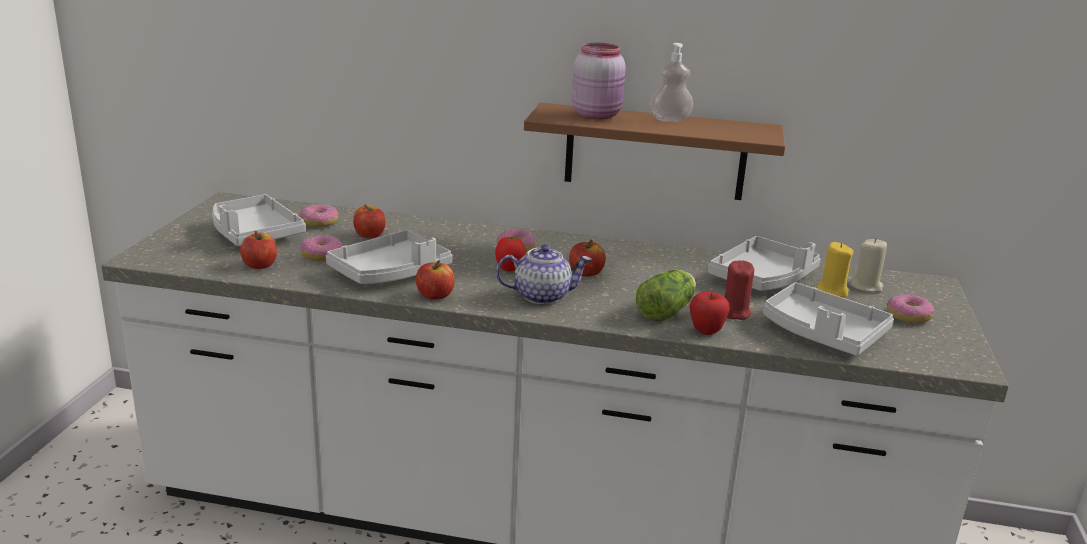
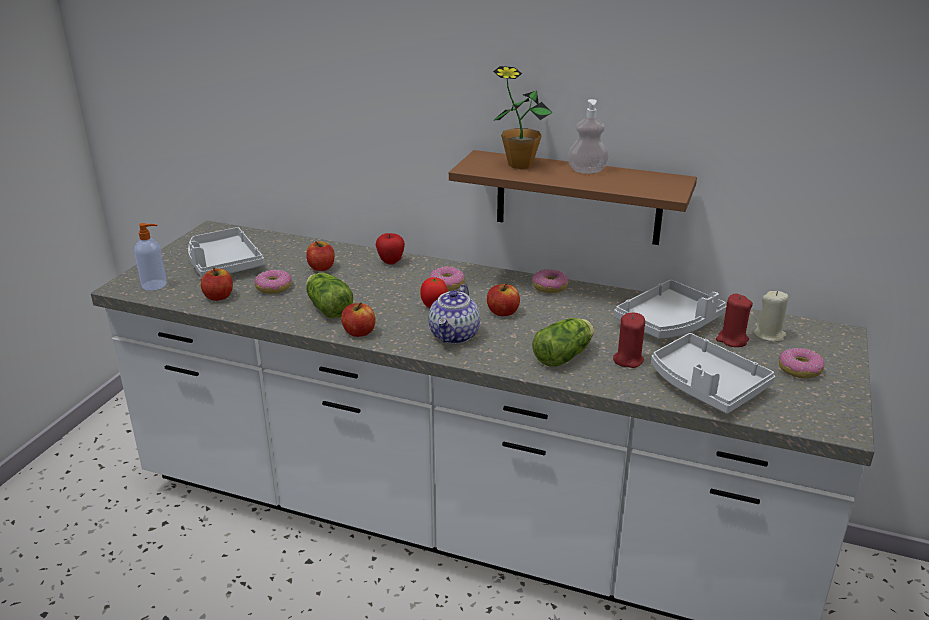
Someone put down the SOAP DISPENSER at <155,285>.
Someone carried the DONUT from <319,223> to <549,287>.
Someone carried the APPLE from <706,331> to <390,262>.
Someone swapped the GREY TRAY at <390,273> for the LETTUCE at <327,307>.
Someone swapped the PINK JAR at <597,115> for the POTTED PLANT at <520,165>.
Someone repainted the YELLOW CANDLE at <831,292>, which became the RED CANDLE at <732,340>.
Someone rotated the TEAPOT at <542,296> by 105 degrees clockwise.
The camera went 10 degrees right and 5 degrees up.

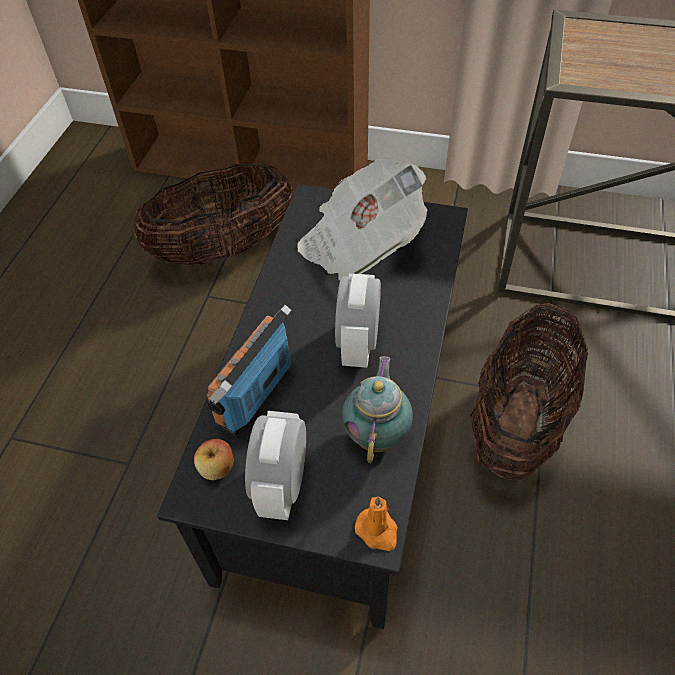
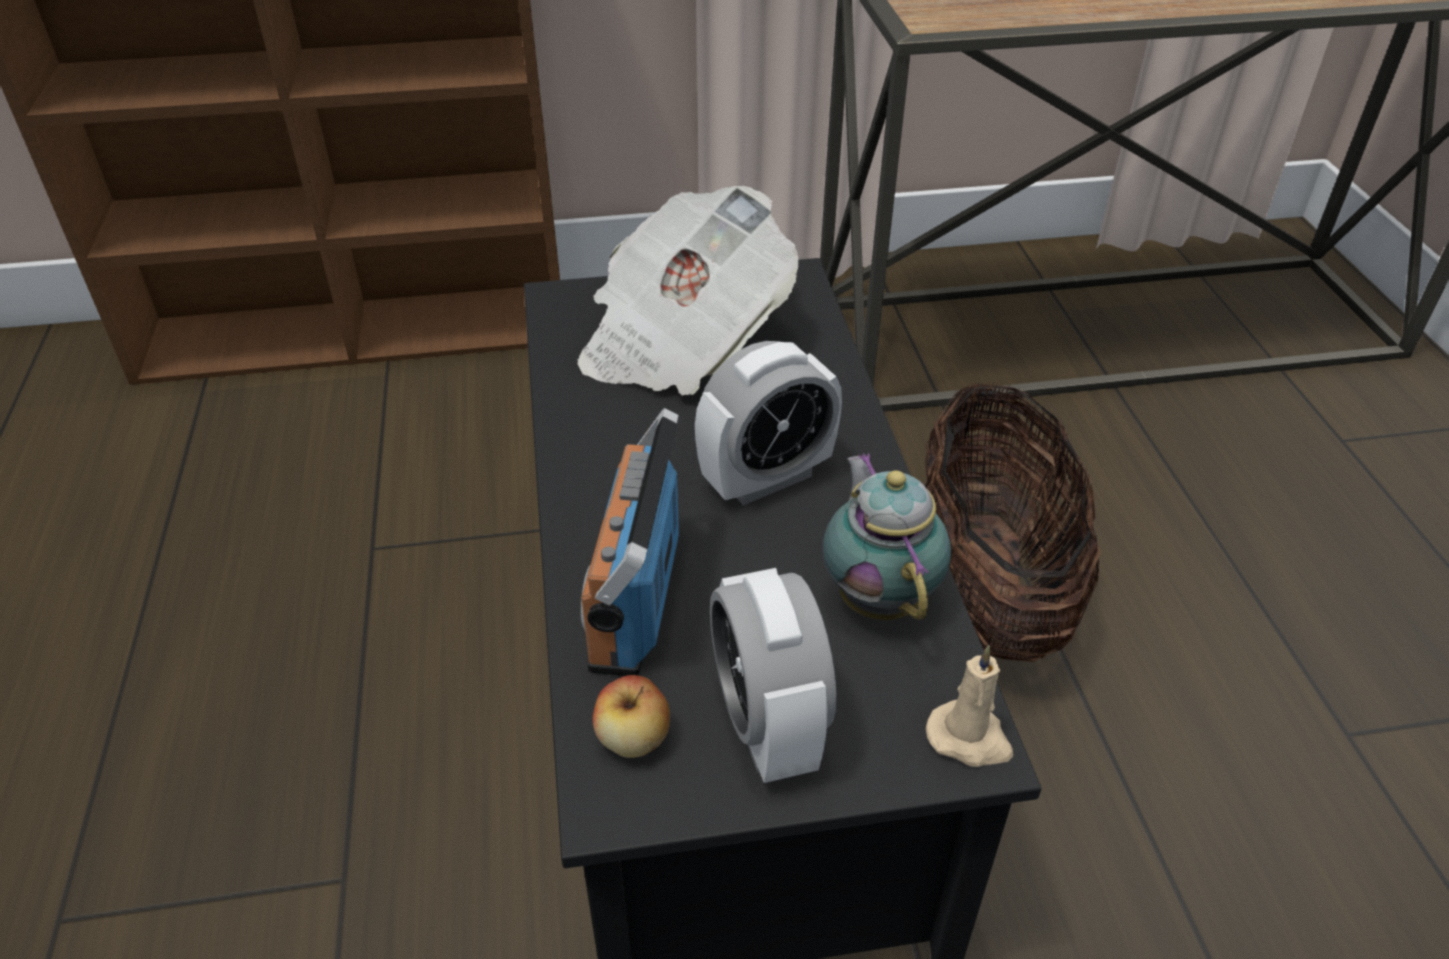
Someone took away the BASKET at <223,249>.
Someone repainted the ORANGE CANDLE at <378,531>, which became the BEIGE CANDLE at <970,738>.
Someone rotated the ALARM CLOCK at <358,344> by 105 degrees counterclockwise.
The camera went 25 degrees left and 10 degrees down.

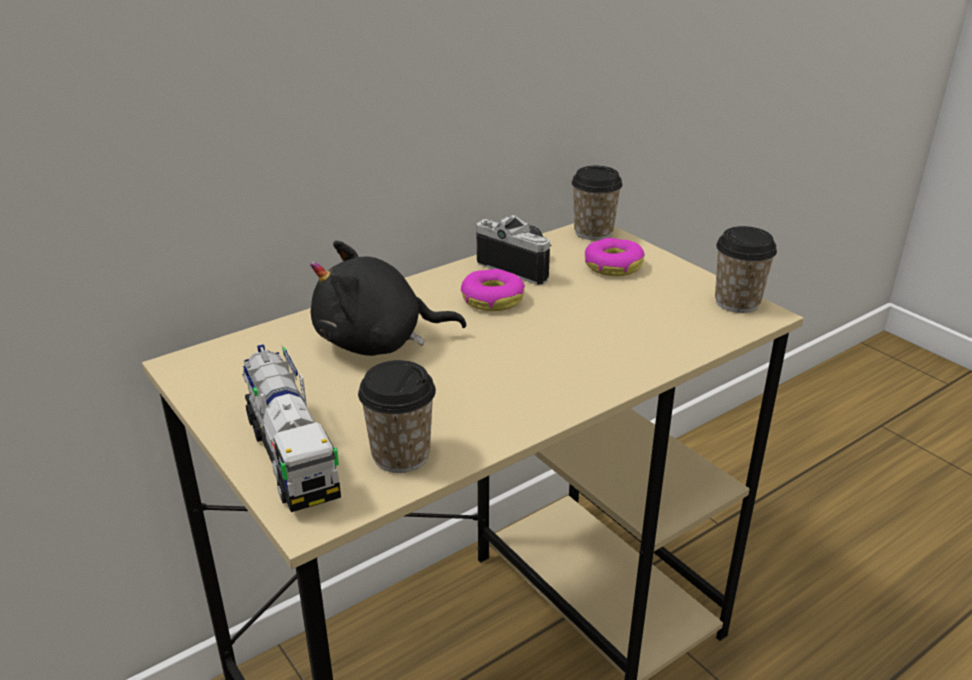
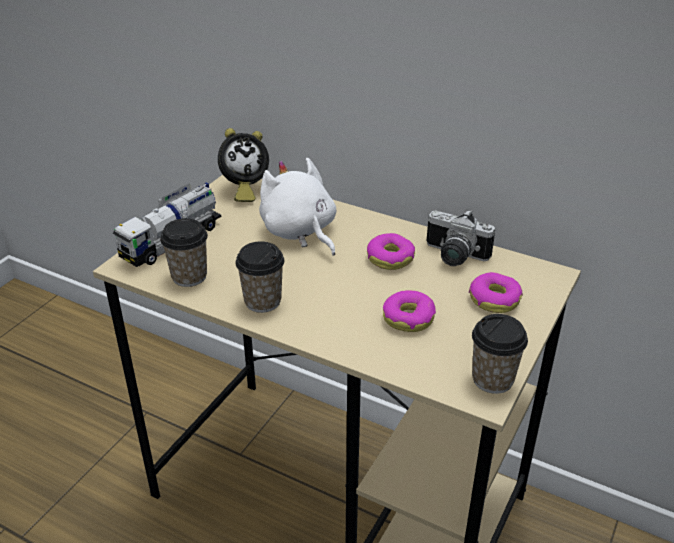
Someone put down the ALARM CLOCK at <244,190>.
Someone put down the DONUT at <408,318>.
Someone carried the CUP from <593,232> to <262,301>.
Someone repainted the BLACK PLUSH TOY at <378,342>, which became the WHITE PLUSH TOY at <300,232>.
Someone rotated the PHOTO CAMERA at <521,265> by 105 degrees clockwise.
The camera went 65 degrees right and 5 degrees up.

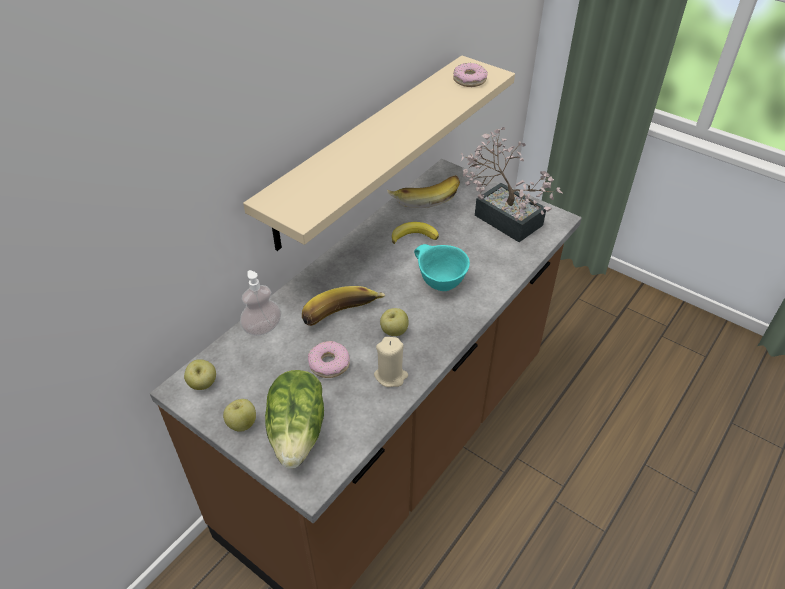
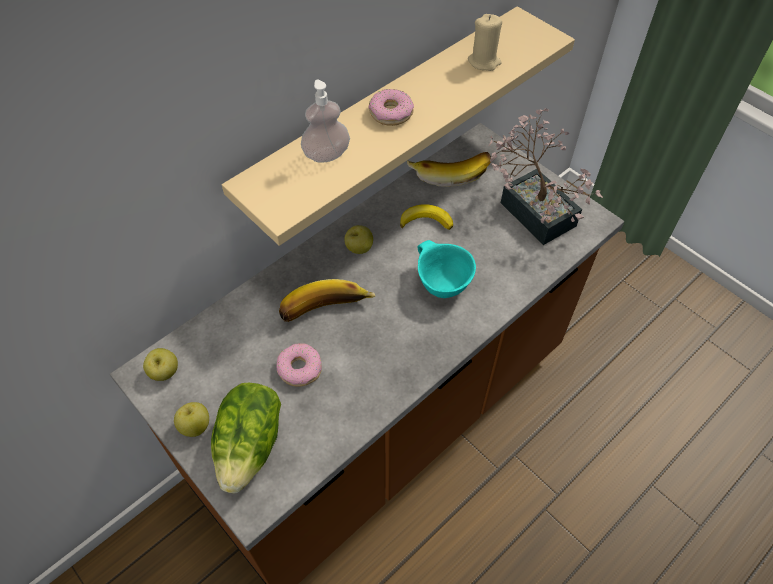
Someone carried the SOAP DISPENSER from <262,328> to <326,154>.
Someone carried the BEIGE CANDLE from <391,376> to <484,62>.
Someone carried the APPLE from <394,331> to <359,248>.
Someone carried the DONUT from <469,80> to <391,113>.
The camera went 10 degrees right and 10 degrees up.

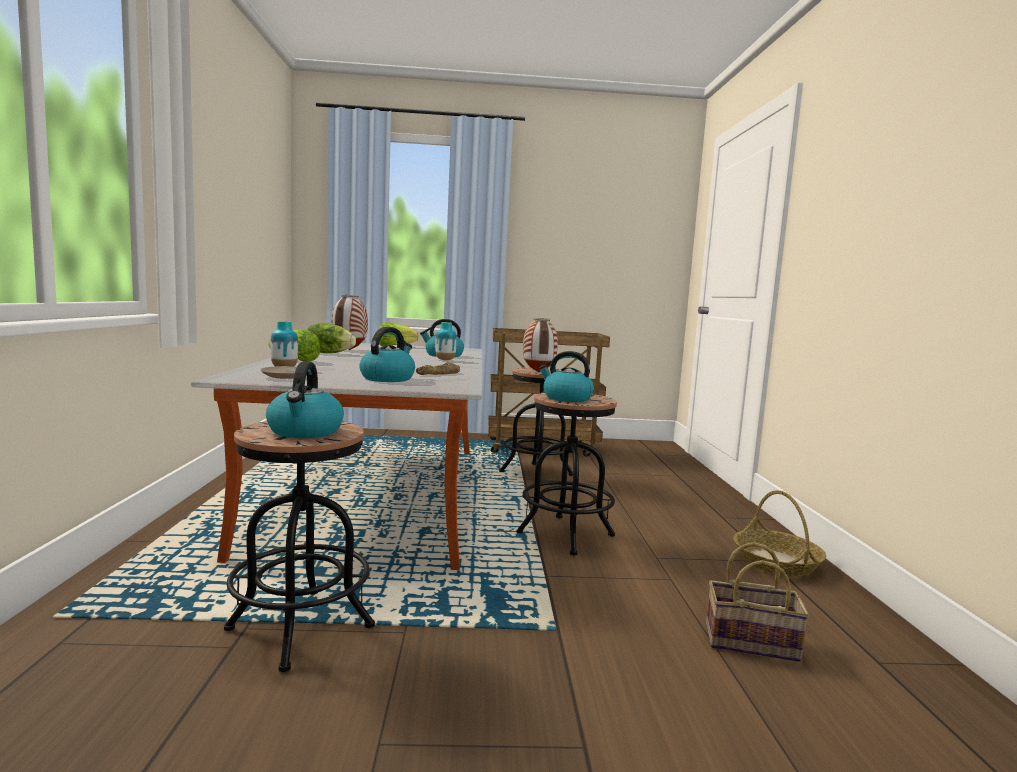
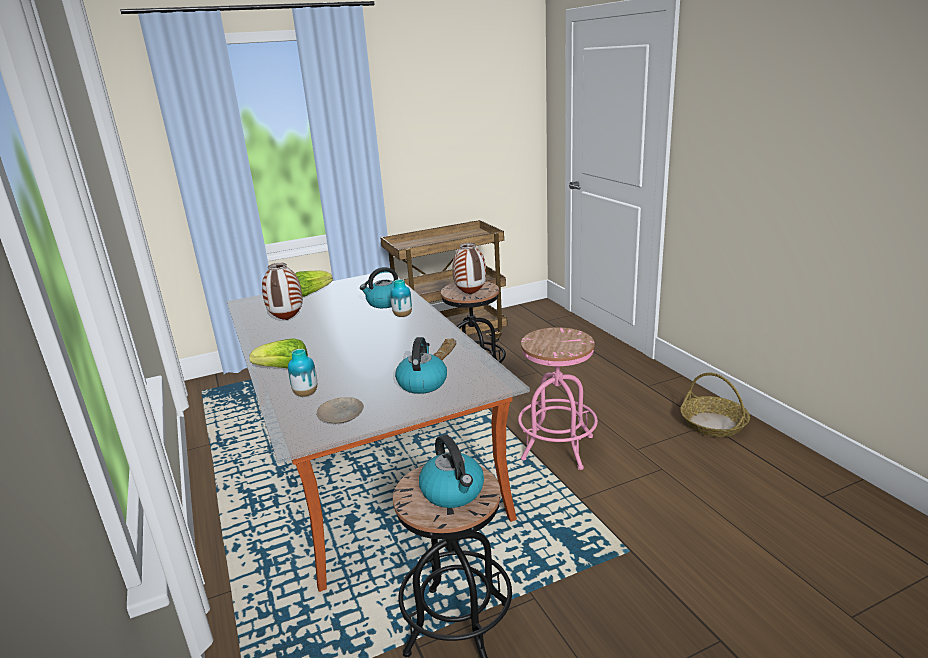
Someone took away the LETTUCE at <328,353>.
Someone took away the KETTLE at <566,398>.
Someone took away the BASKET at <753,642>.
Someone repainted the BLACK STOOL at <565,534>, which became the PINK STOOL at <557,448>.
The camera went 20 degrees left and 15 degrees up.

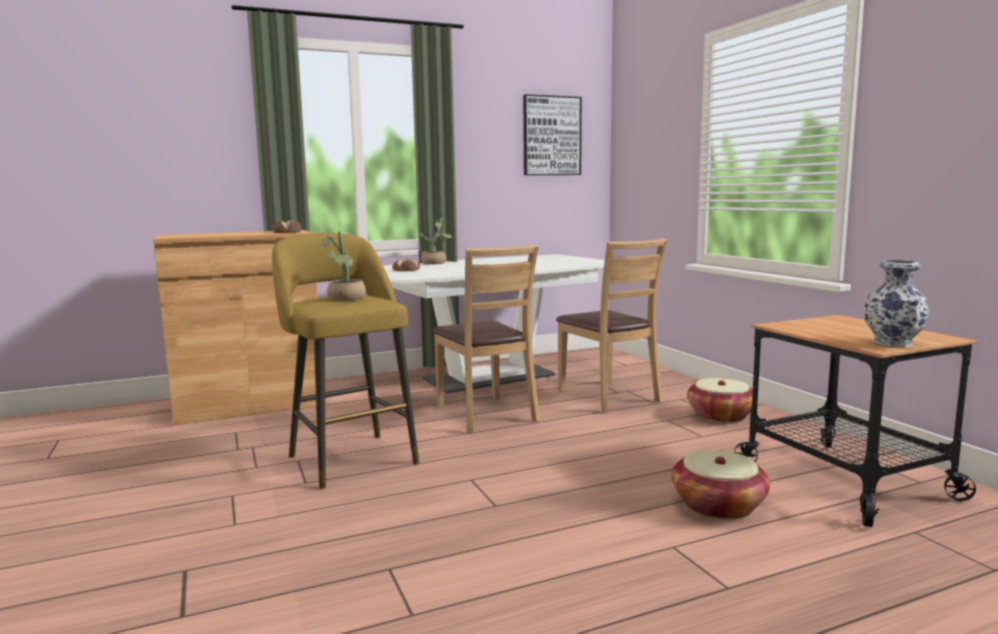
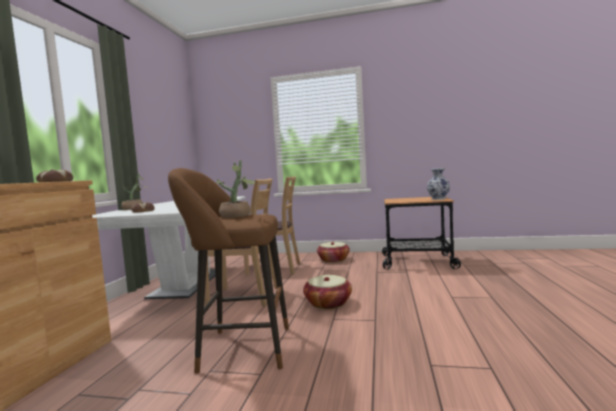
Someone took away the PICTURE at <551,136>.
Someone carried the BASKET from <718,506> to <328,303>.
Someone repainted the YELLOW STOOL at <349,457>, which became the BROWN STOOL at <240,348>.
The camera went 55 degrees left and 5 degrees down.

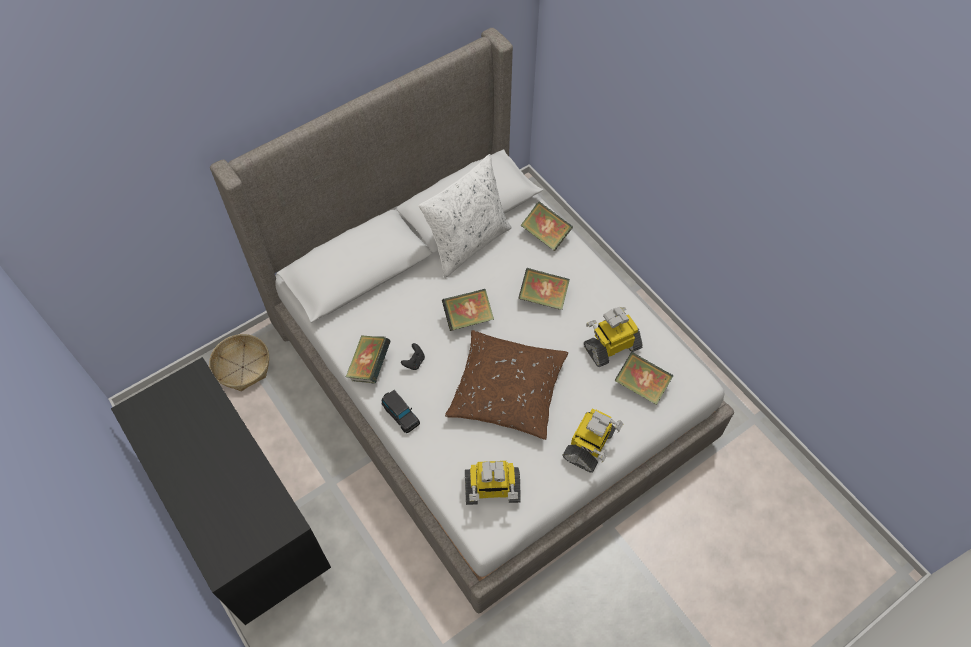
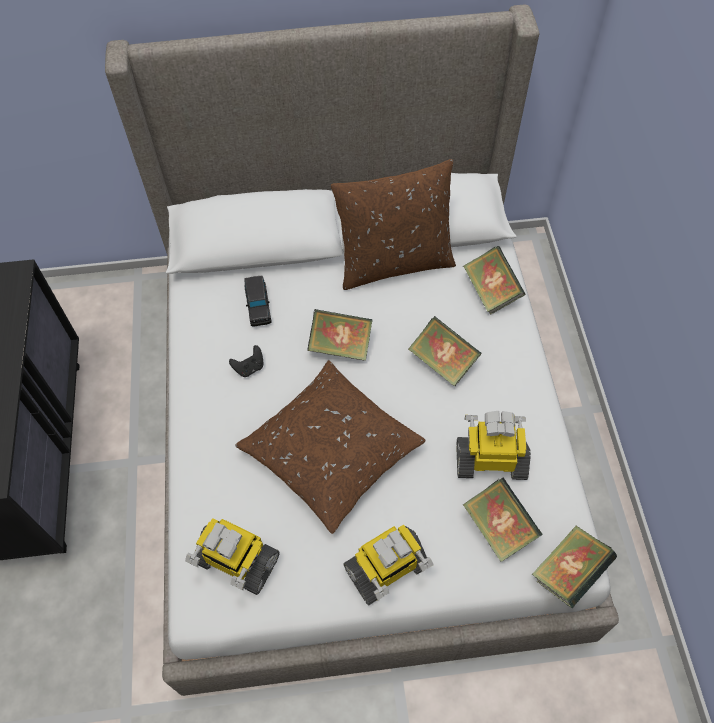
Someone took away the BASKET at <243,367>.
Someone carried the BOOK from <370,366> to <568,572>.
Someone carried the BLACK TOY CAR from <400,414> to <258,306>.
Someone repainted the WHITE PILLOW at <467,243>, which became the BROWN PILLOW at <394,262>.
The camera went 30 degrees right and 0 degrees up.

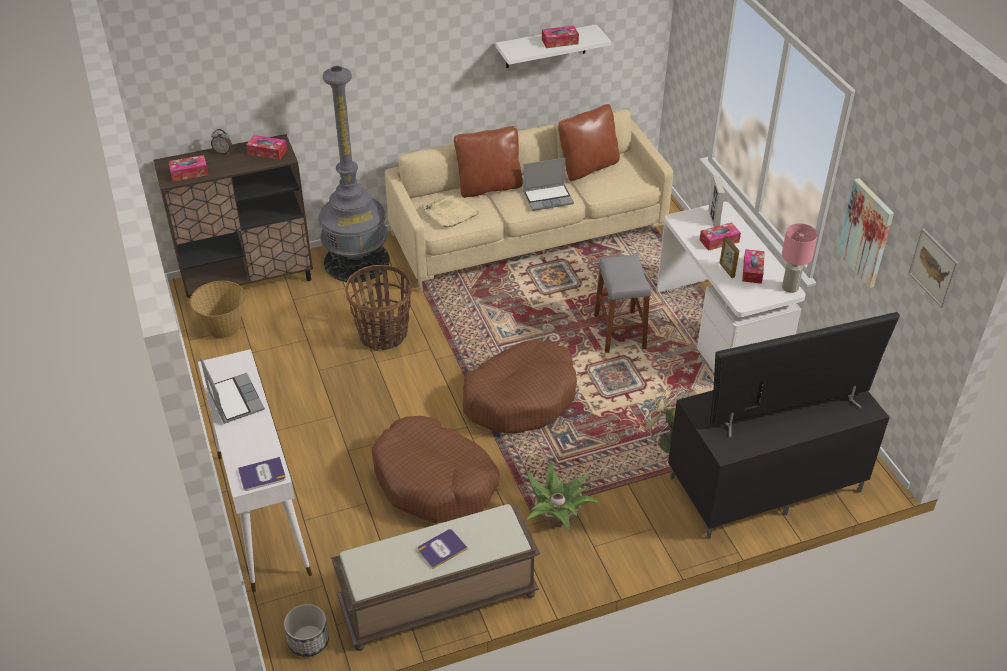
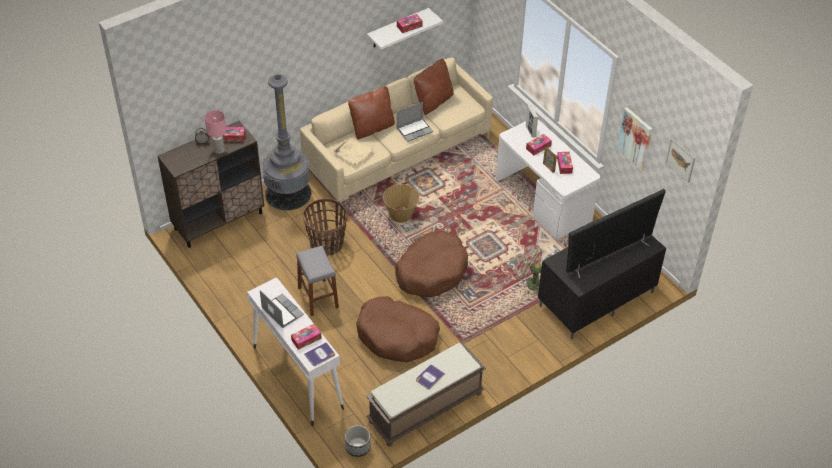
Someone took away the POTTED PLANT at <557,519>.
Someone carried the TISSUE BOX from <189,173> to <306,339>.
Someone carried the BASKET from <223,327> to <401,214>.
Someone carried the GREY STOOL from <619,332> to <318,297>.
Someone carried the PINK TABLE LAMP from <790,287> to <219,150>.
The camera went 15 degrees left and 5 degrees up.

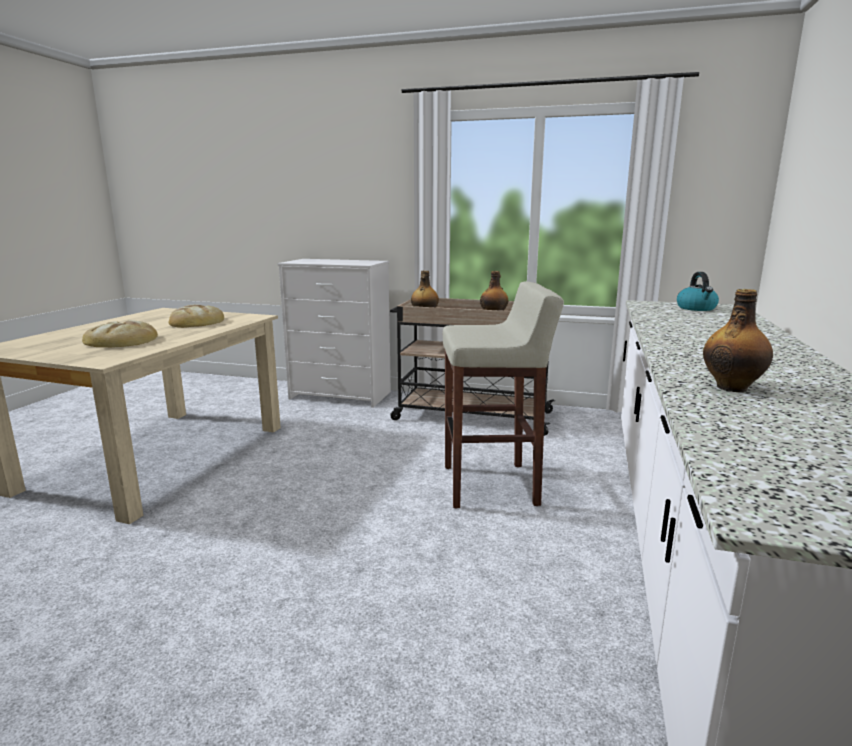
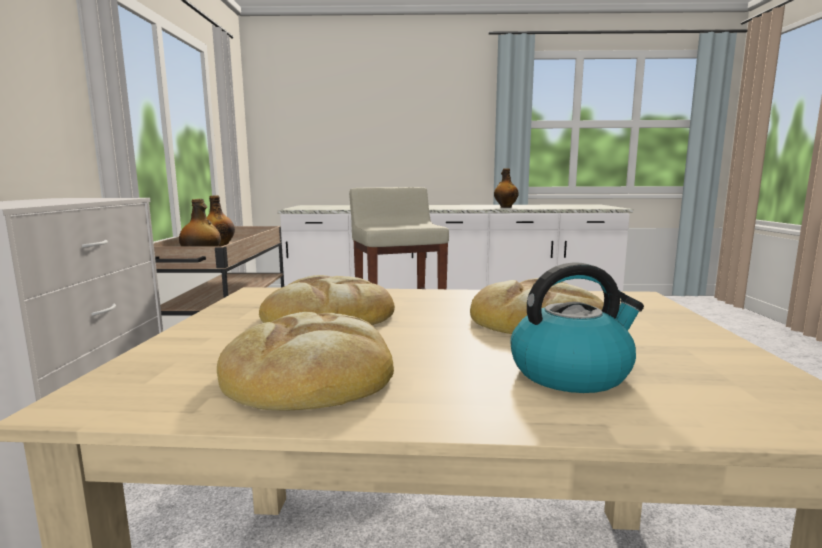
Someone put down the BREAD at <311,372>.
Someone carried the KETTLE from <696,308> to <571,373>.
The camera went 105 degrees left and 5 degrees down.

